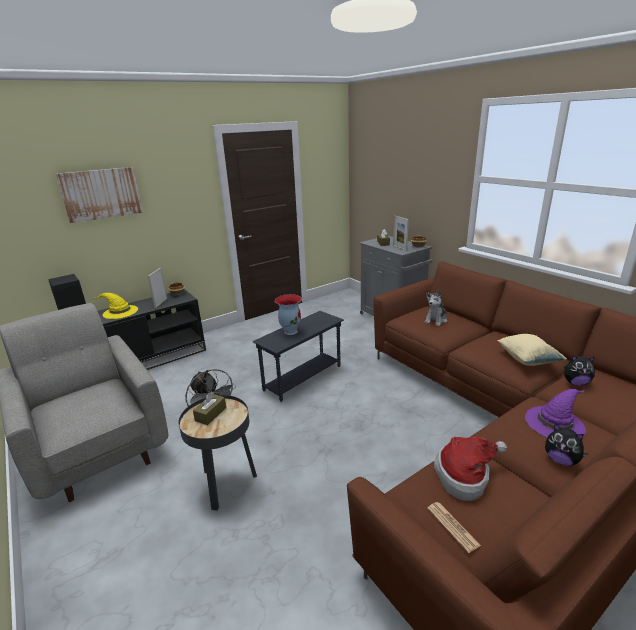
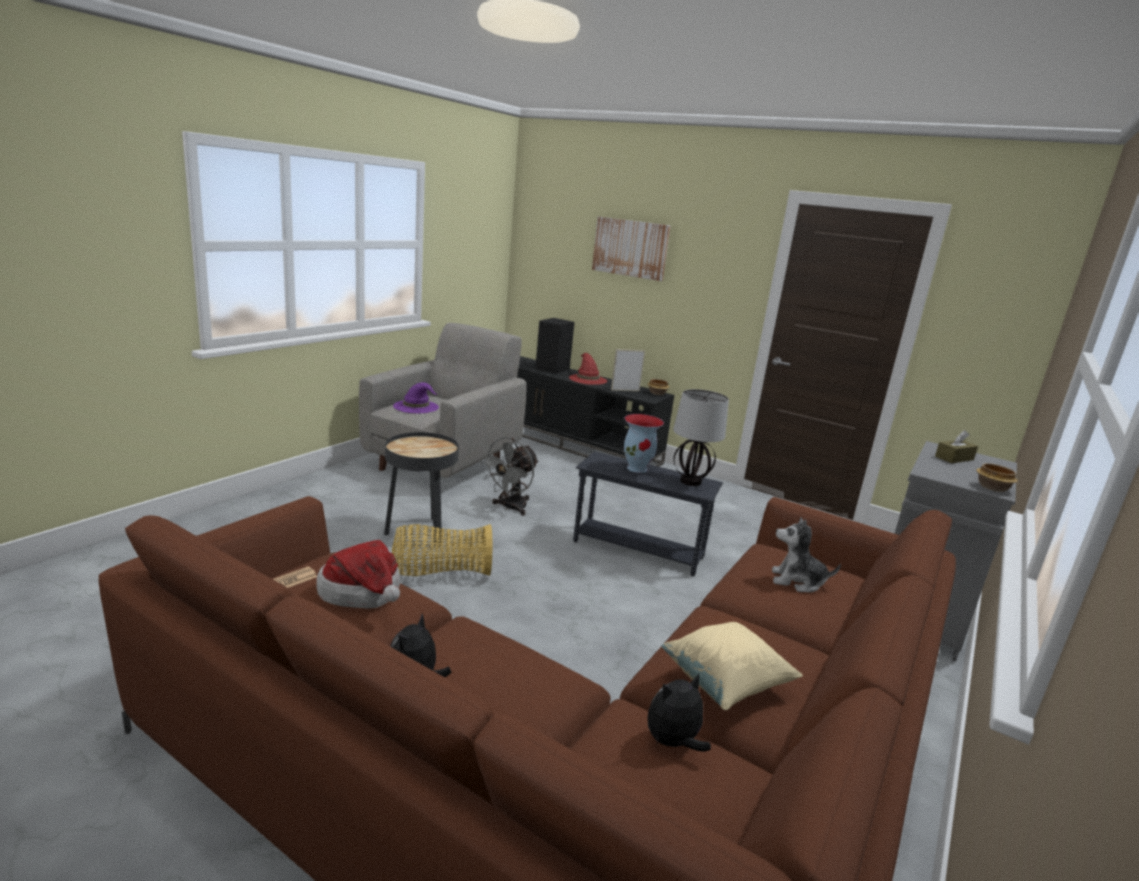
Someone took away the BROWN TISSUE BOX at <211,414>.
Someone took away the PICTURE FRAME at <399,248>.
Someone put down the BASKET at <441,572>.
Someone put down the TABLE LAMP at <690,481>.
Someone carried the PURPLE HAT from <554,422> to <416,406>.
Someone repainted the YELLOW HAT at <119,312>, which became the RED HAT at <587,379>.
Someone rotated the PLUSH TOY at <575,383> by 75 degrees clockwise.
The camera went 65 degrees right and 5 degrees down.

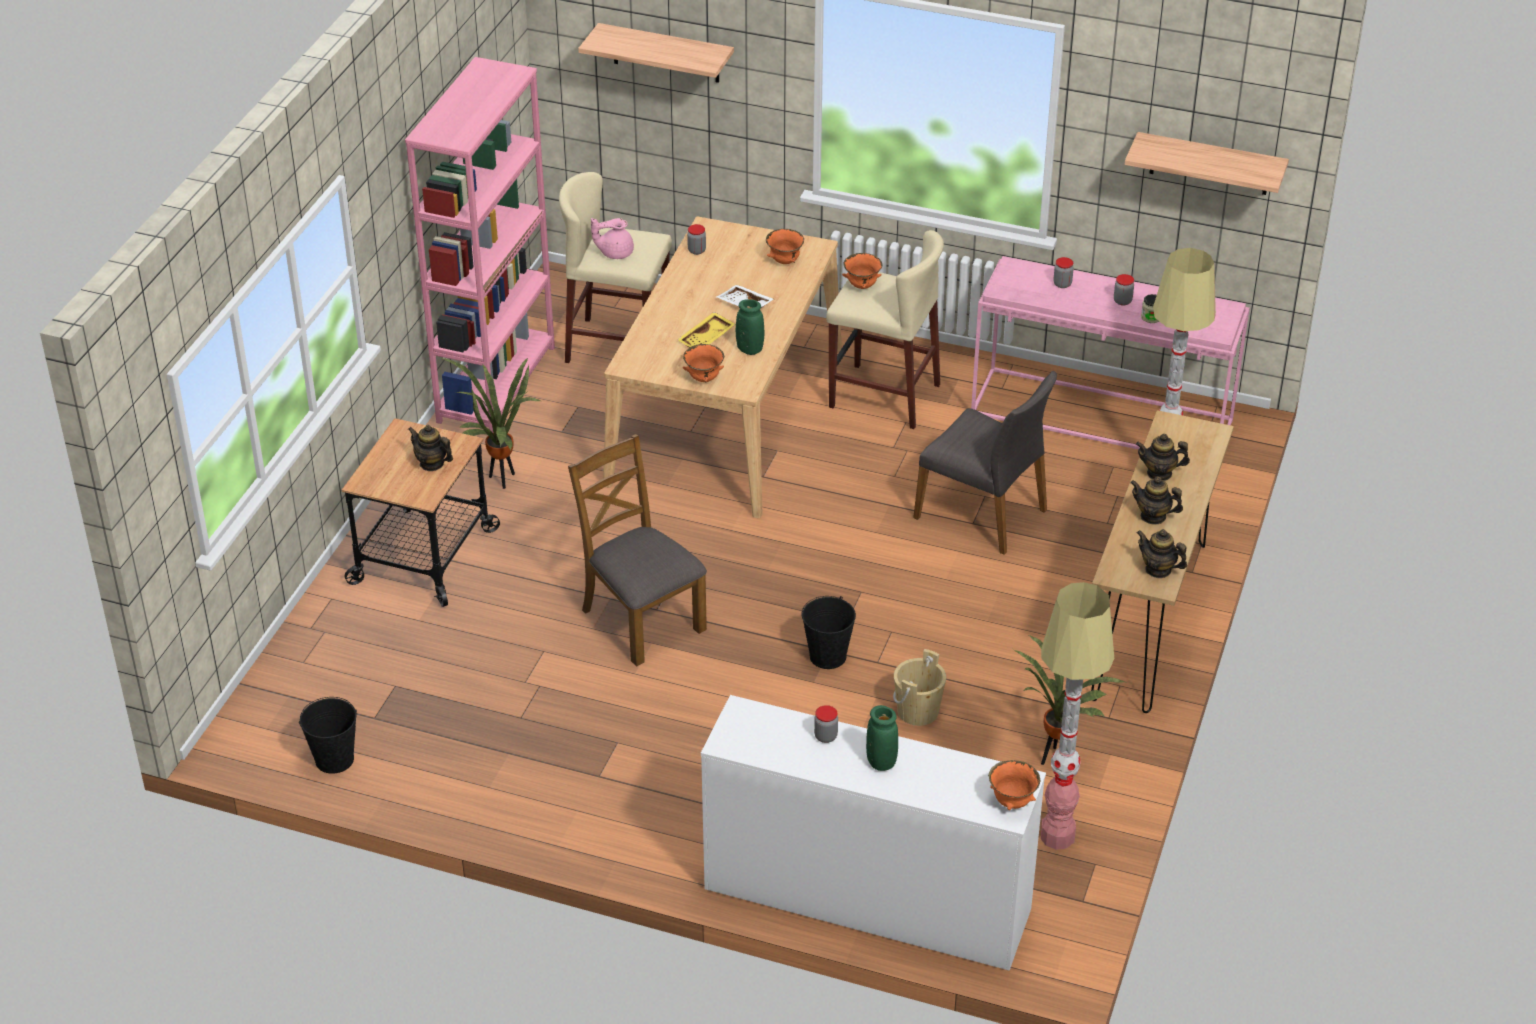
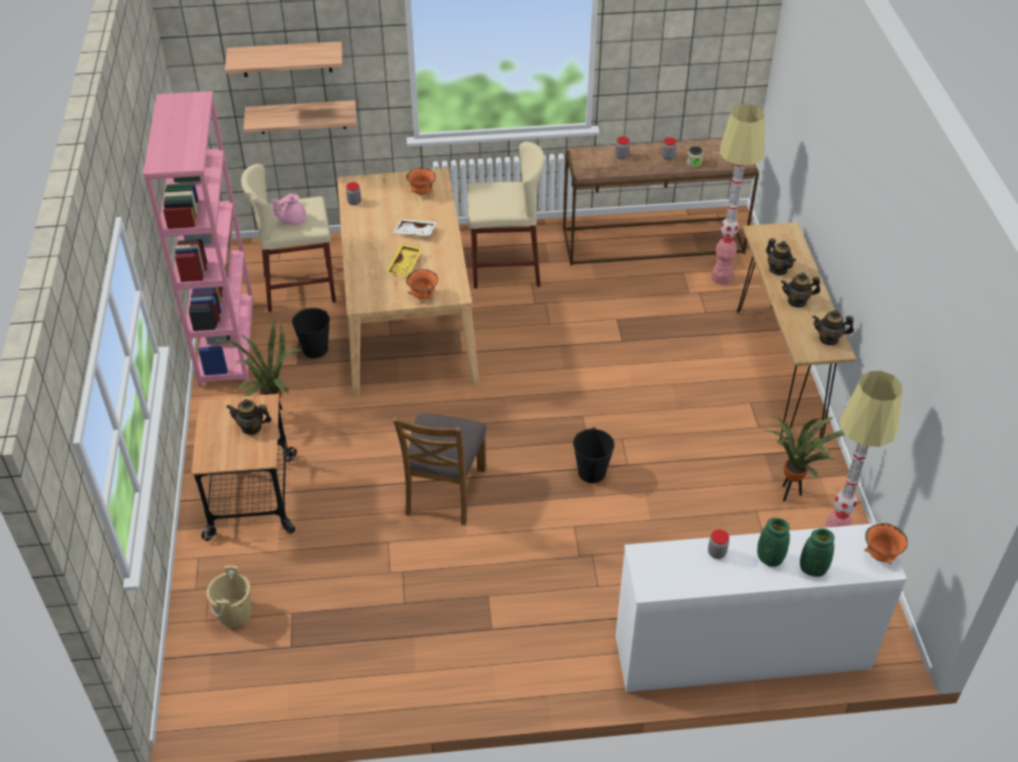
Someone took away the ORANGE BOWL at <861,286>.
Someone took away the GREY CHAIR at <983,513>.
Someone carried the BLACK BUCKET from <334,759> to <315,349>.
Someone carried the GREEN VASE from <750,349> to <813,569>.
Someone carried the BEIGE BUCKET from <918,711> to <234,612>.
Someone carried the SHELF from <1210,164> to <302,117>.
Someone repainted the PINK CONSOLE TABLE at <1103,417>, which became the BROWN CONSOLE TABLE at <654,241>.
Someone rotated the BROWN CHAIR at <641,619> by 105 degrees counterclockwise.
Someone rotated the TEAPOT at <1159,473> by 105 degrees counterclockwise.
The camera went 25 degrees left and 5 degrees up.

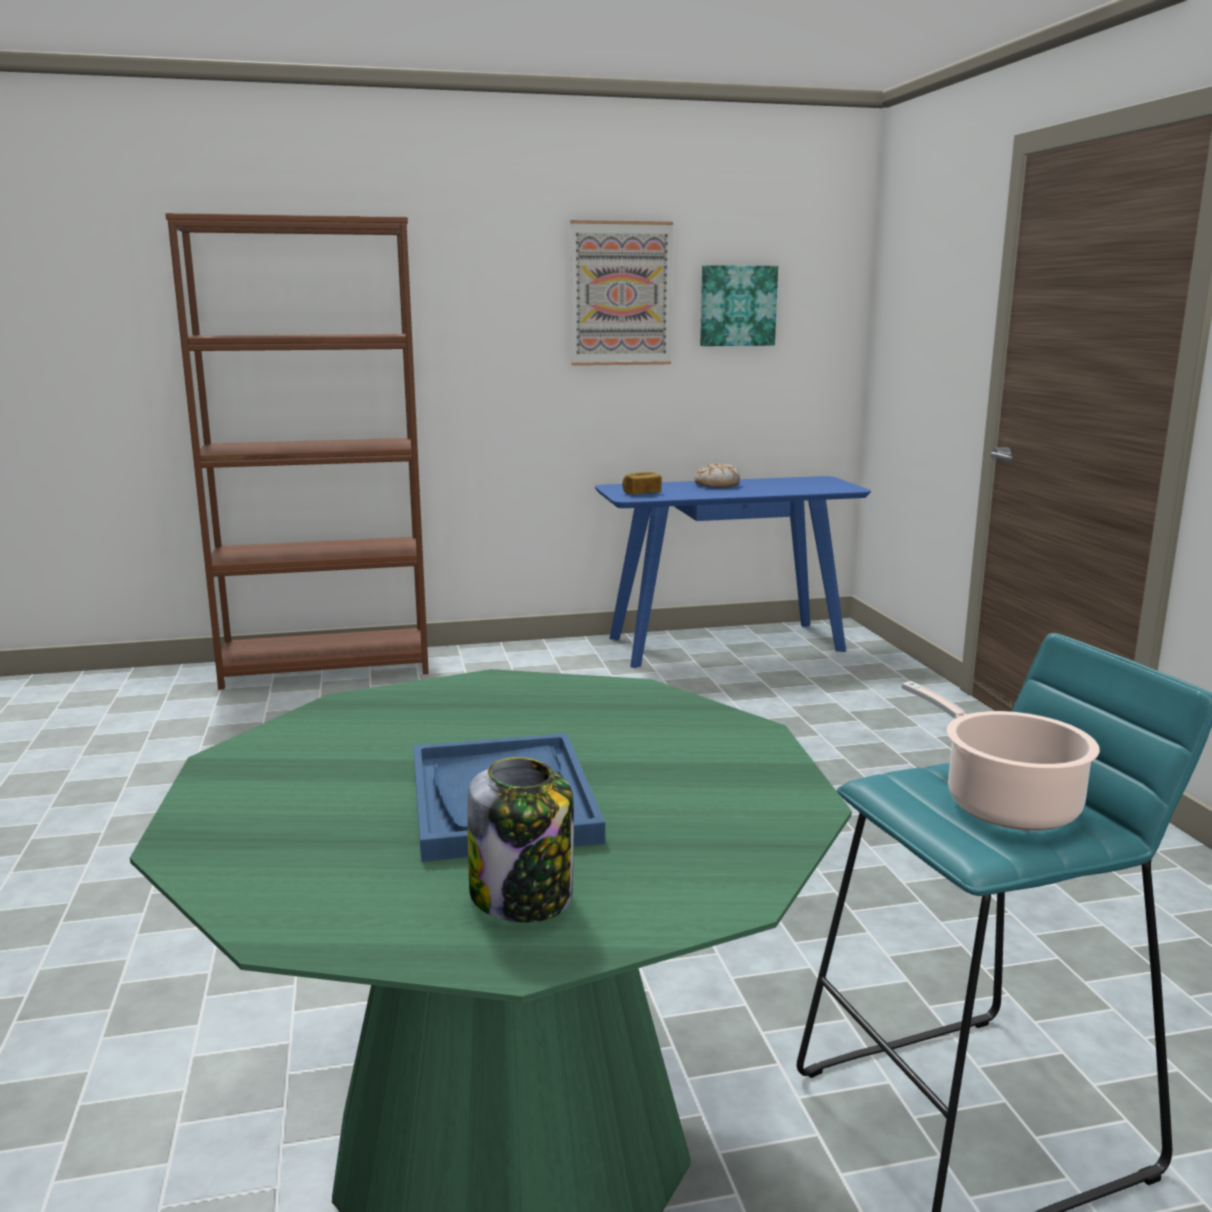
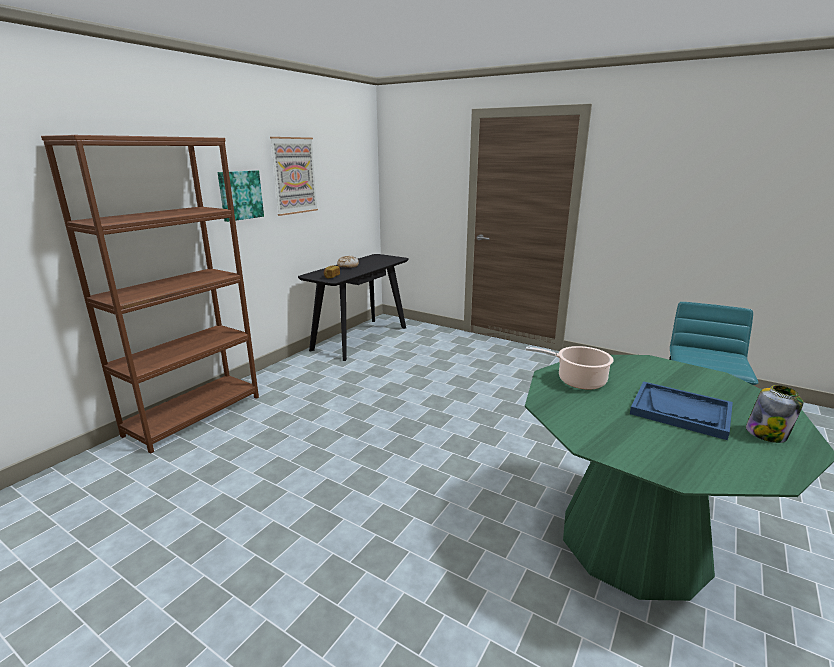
Someone carried the PICTURE from <737,306> to <240,195>.
Someone carried the COOKING POT from <1004,803> to <577,380>.
Someone repainted the BLUE CONSOLE TABLE at <725,644>, which became the BLACK CONSOLE TABLE at <360,338>.
The camera went 45 degrees left and 5 degrees up.

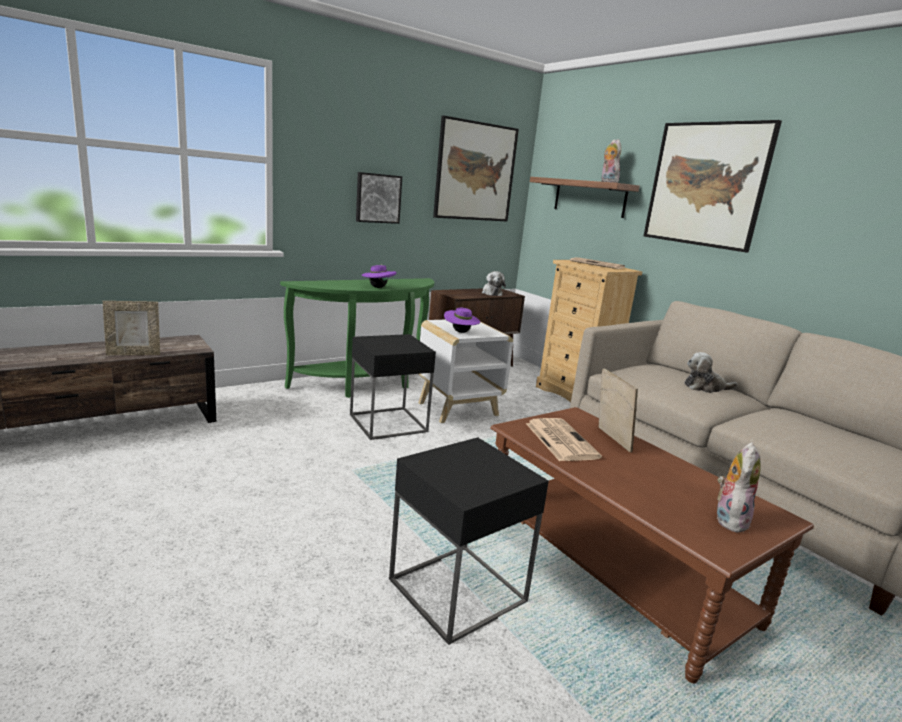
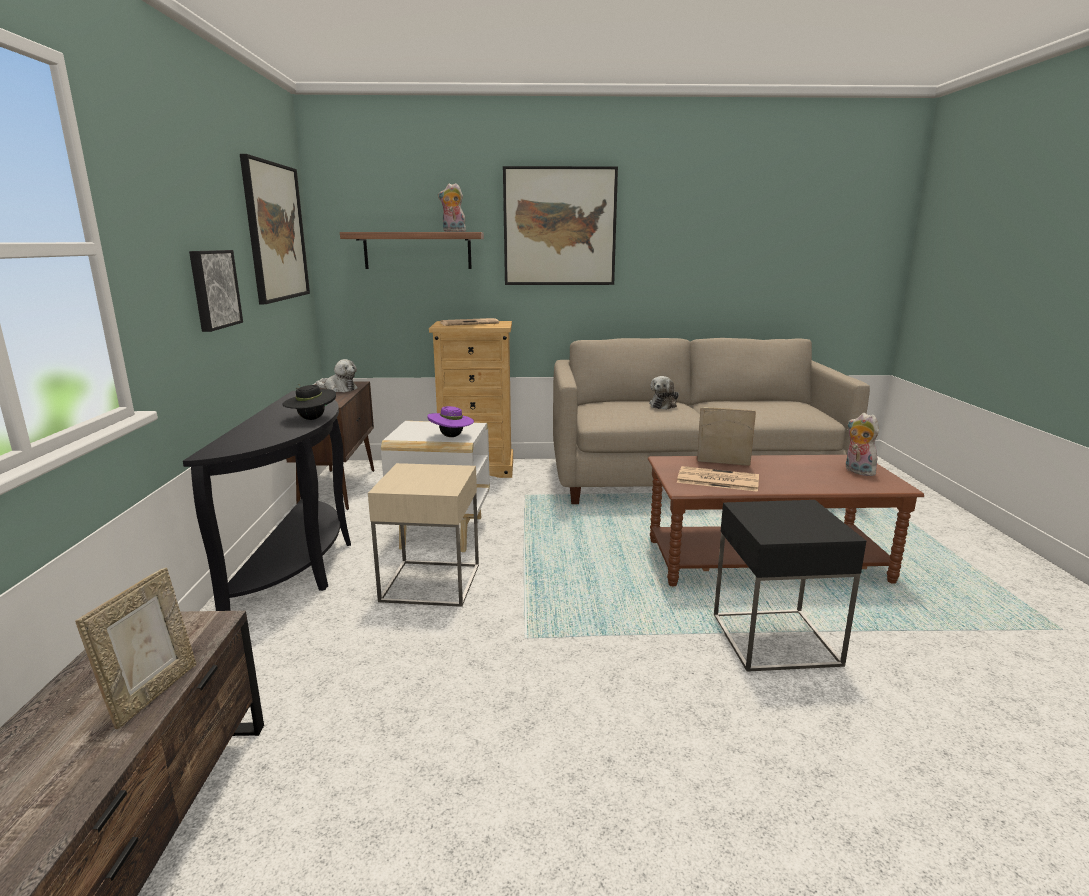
Someone repainted the GREEN CONSOLE TABLE at <366,385>, which became the BLACK CONSOLE TABLE at <302,566>.
Someone repainted the BLACK SIDE TABLE at <388,423>, which became the BEIGE SIDE TABLE at <431,582>.
Someone repainted the PURPLE HAT at <378,287>, which became the BLACK HAT at <311,419>.
The camera went 55 degrees left and 0 degrees up.

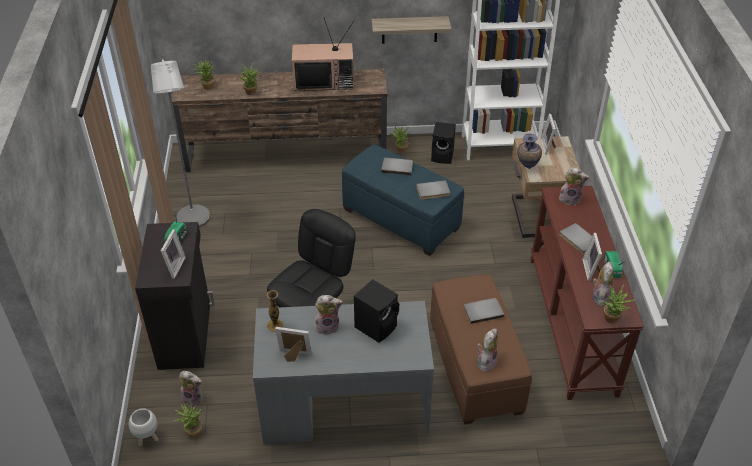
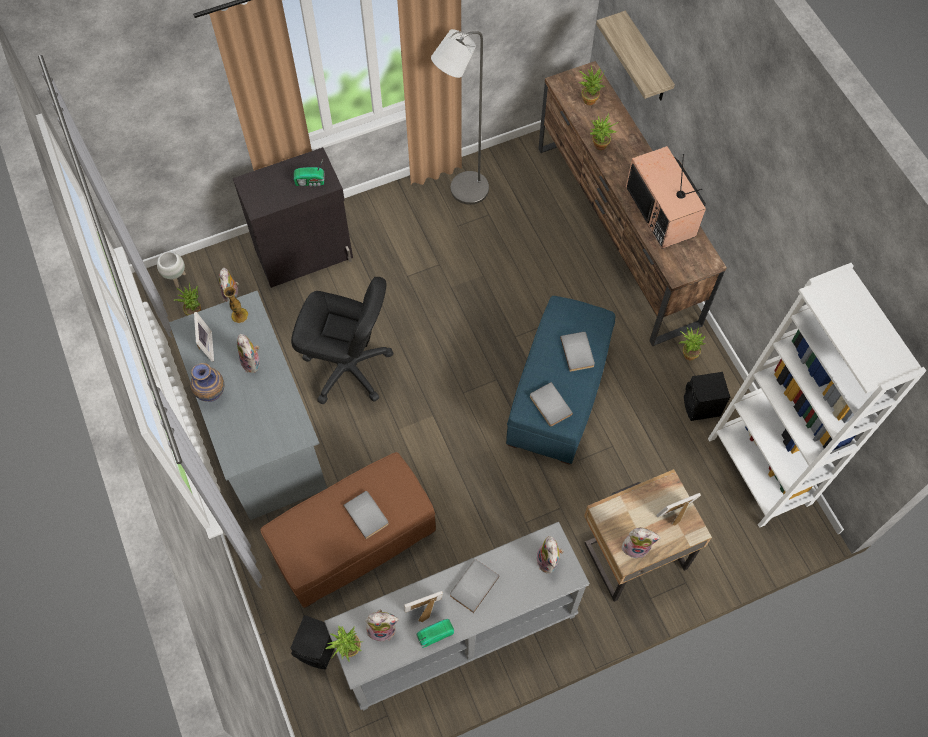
Someone took away the PICTURE FRAME at <173,267>.
Someone carried the BLACK SPEAKER from <377,326> to <319,649>.
Someone carried the SHELF from <409,30> to <646,60>.
Someone carried the PLUSH TOY from <485,361> to <636,546>.
Someone carried the VASE from <526,167> to <213,394>.
Someone repainted the BROWN CONSOLE TABLE at <573,324>, which became the GREY CONSOLE TABLE at <458,636>.
The camera went 70 degrees right and 20 degrees up.

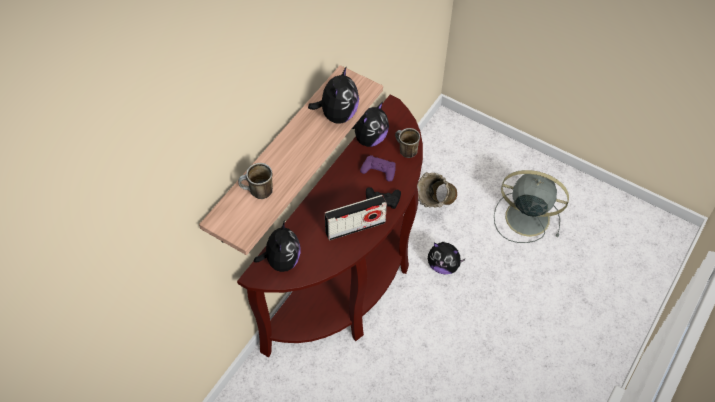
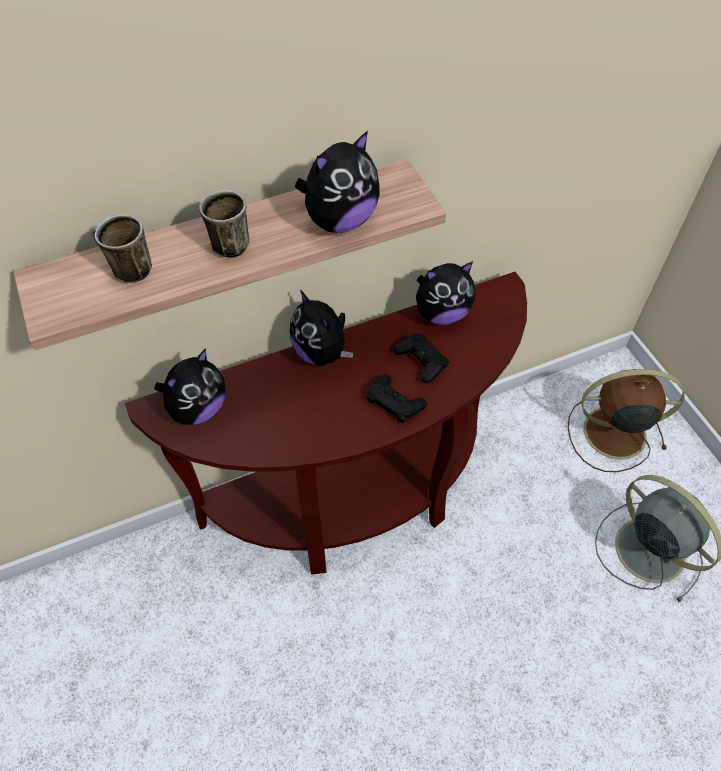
Someone took away the RADIO at <355,227>.
Someone took away the BEIGE VASE at <435,209>.
Someone put down the BROWN FAN at <611,432>.
Someone carried the MUG from <405,151> to <228,242>.
Someone carried the PLUSH TOY from <443,266> to <322,353>.
Someone repainted the PURPLE GAME CONTROLLER at <379,170>, which became the BLACK GAME CONTROLLER at <421,360>.
The camera went 35 degrees right and 0 degrees up.

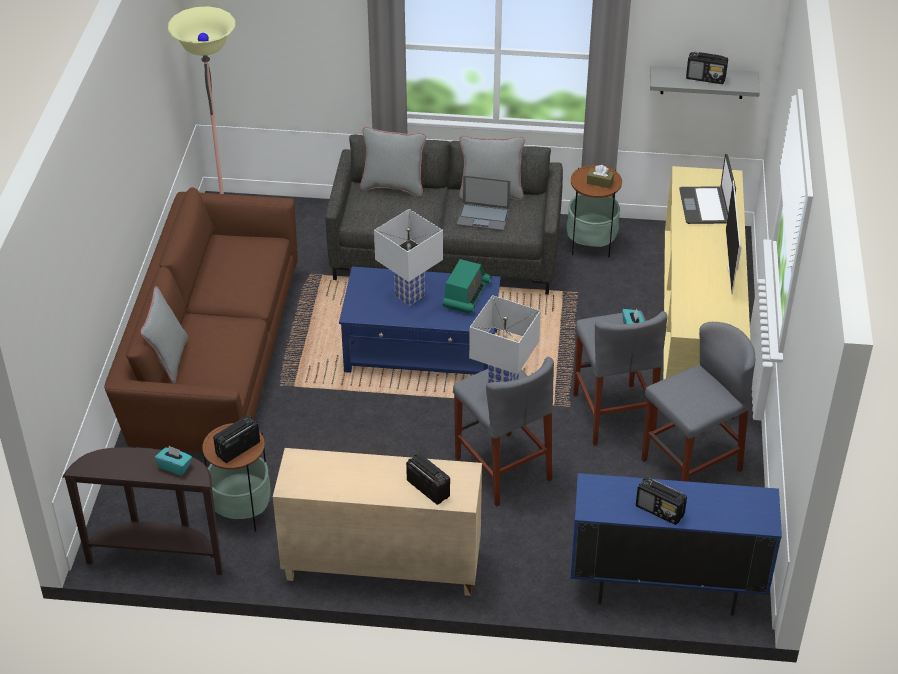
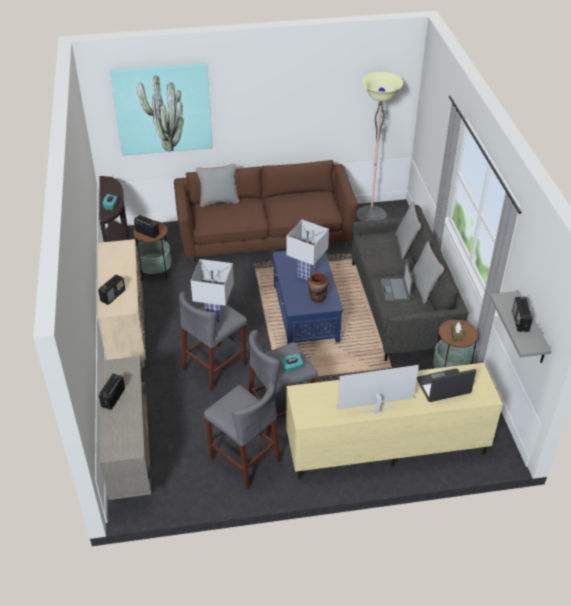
Someone put up the PICTURE at <163,108>.
Someone swapped the RADIO at <466,295> for the BROWN VASE at <317,298>.
Someone repainted the BLUE CABINET at <665,588>, which became the BEIGE CABINET at <131,460>.
The camera went 75 degrees right and 0 degrees up.

